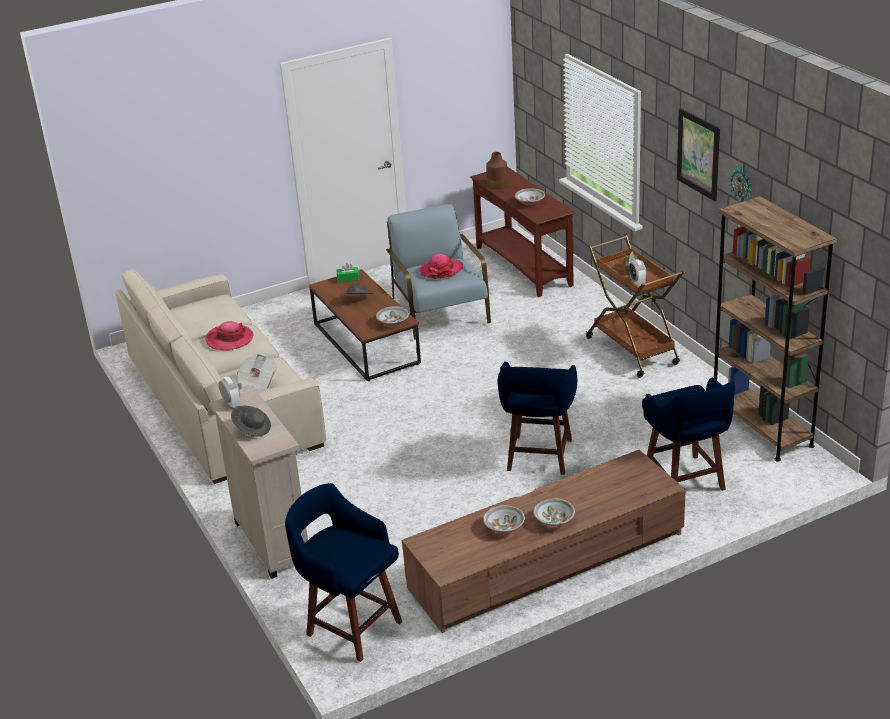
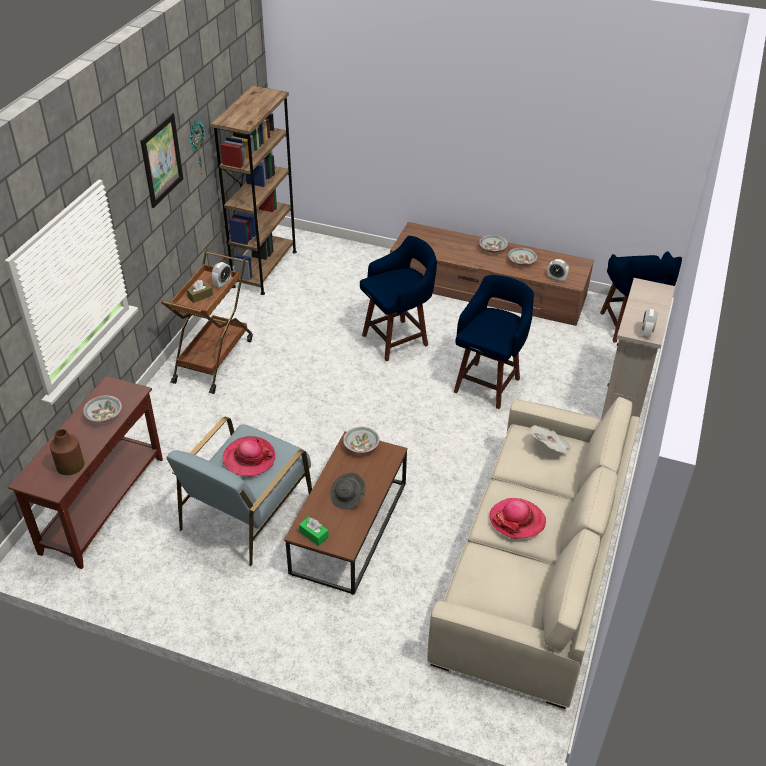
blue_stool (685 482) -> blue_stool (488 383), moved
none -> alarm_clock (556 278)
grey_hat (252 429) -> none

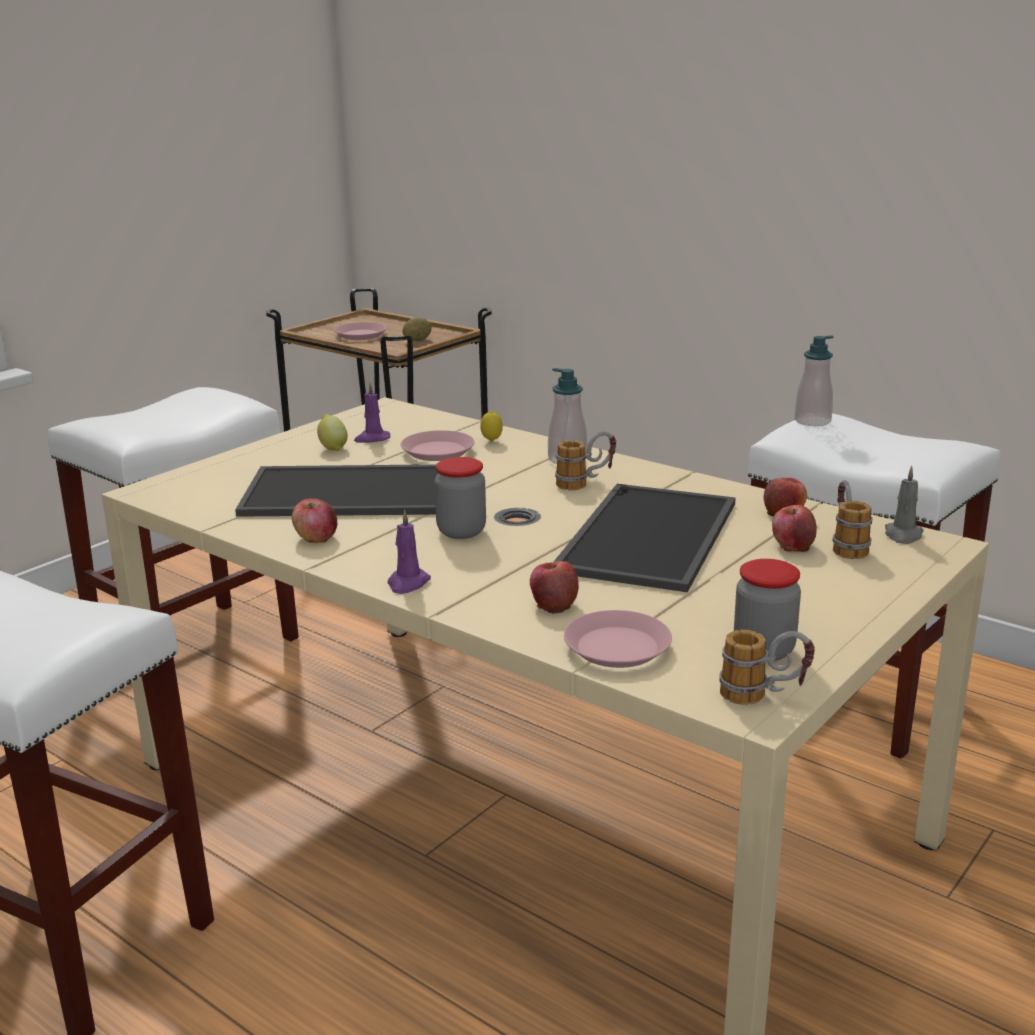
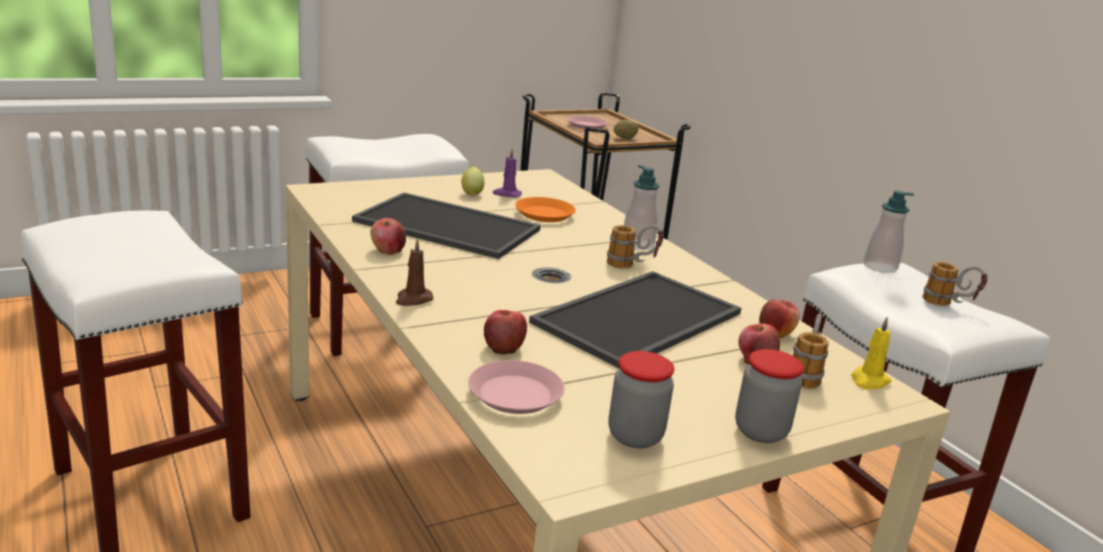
purple_candle (407 583) -> brown_candle (413 299)
pink_plate (438 451) -> orange_plate (545 214)
jar (461 531) -> jar (760 431), moved
grey_candle (903 535) -> yellow_candle (869 381)
mug (763 697) -> mug (948 305), moved
lemon (491 441) -> none

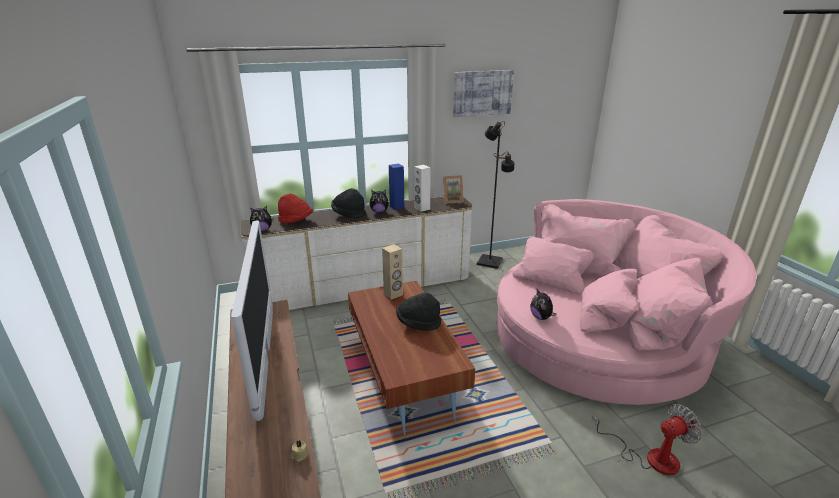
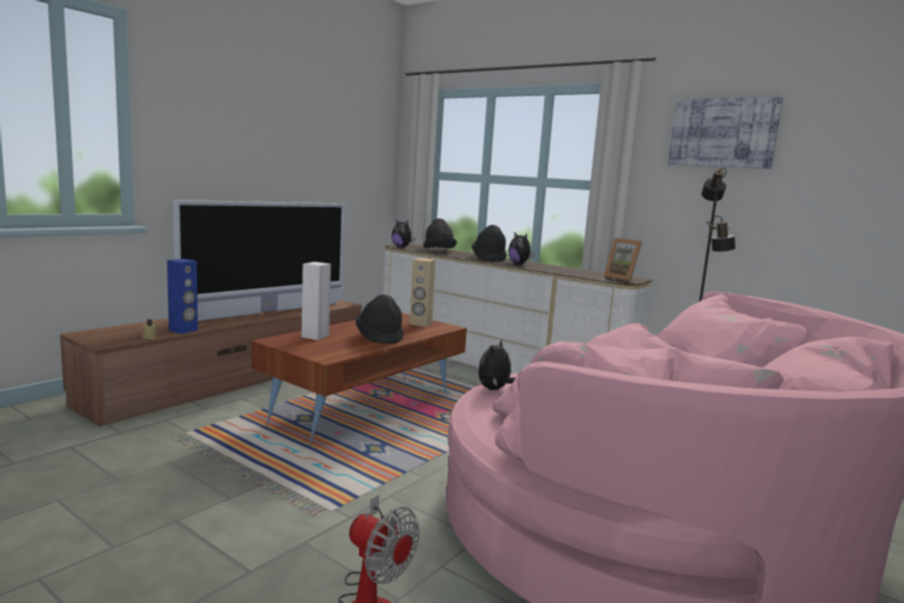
blue_speaker (397 207) -> blue_speaker (183 330), moved
white_speaker (422 208) -> white_speaker (315 336), moved
red_hat (296 221) -> black_hat (438 250)

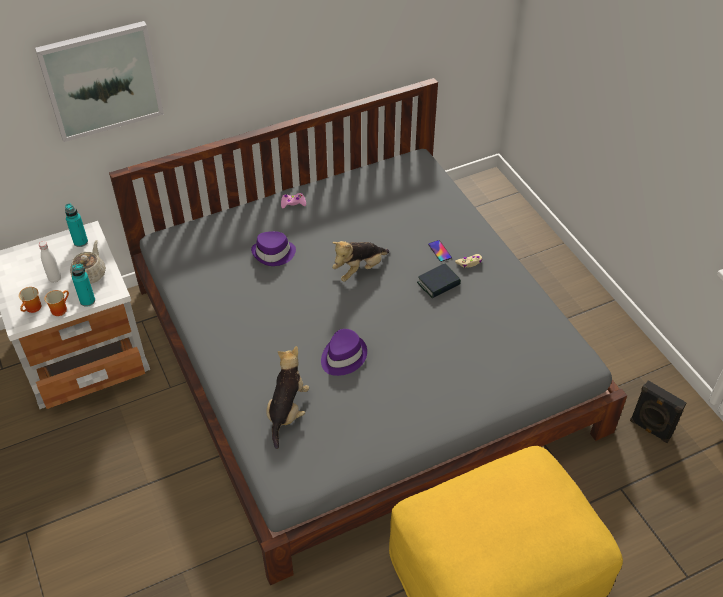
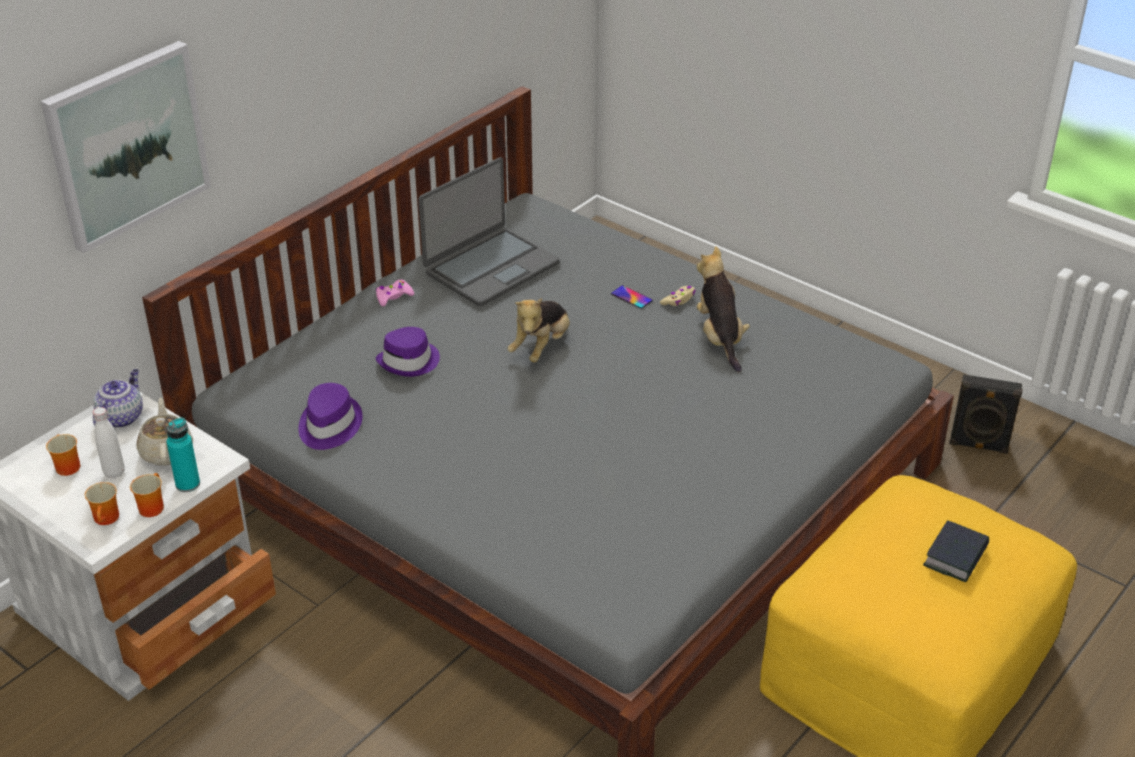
none -> mug (65 466)
turquoise_bottle (80 242) -> teapot (121 417)
purple_hat (342 356) -> purple_hat (328 425), moved
none -> laptop (490 268)
plush_toy (287 411) -> plush_toy (719 338), moved
book (438 284) -> book (956 557), moved

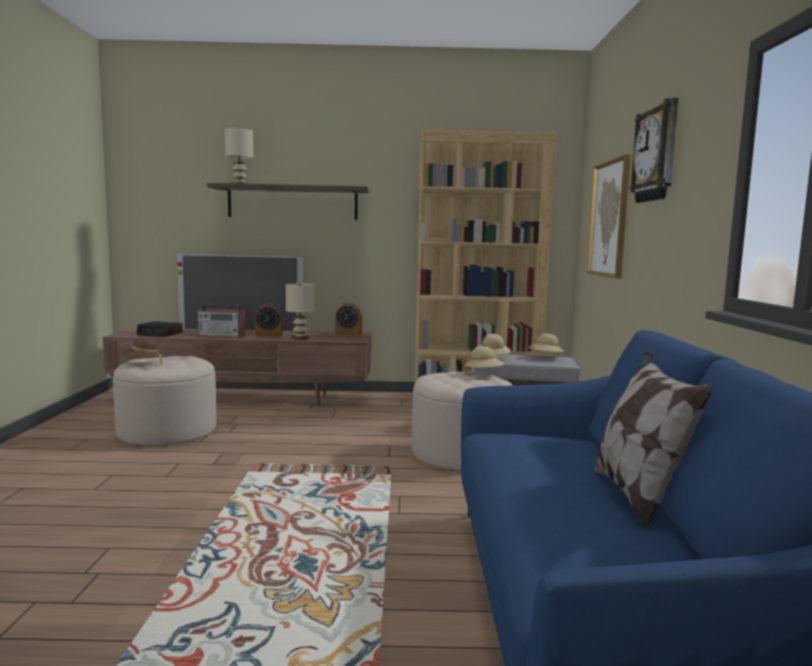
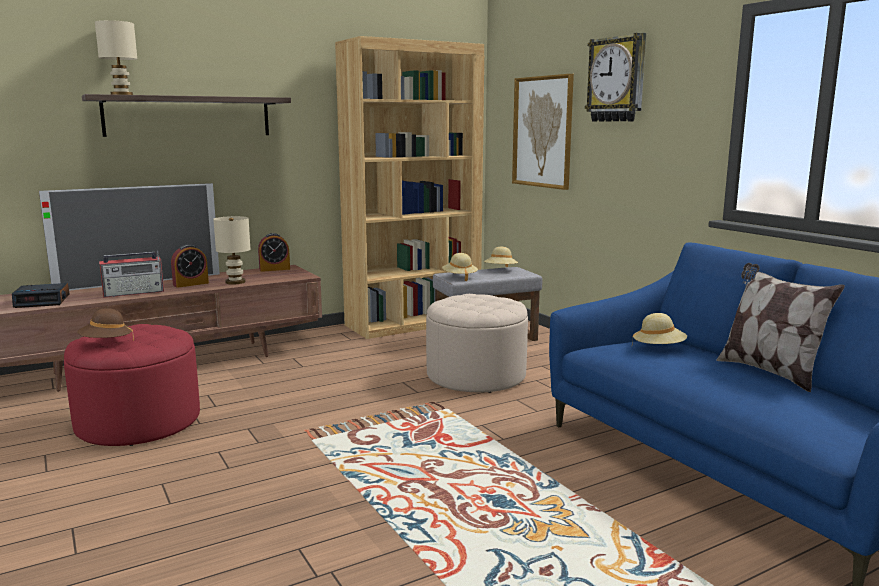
beige_ottoman (167 431) -> red_ottoman (138 422)
beige_hat (484 374) -> beige_hat (658 349), moved

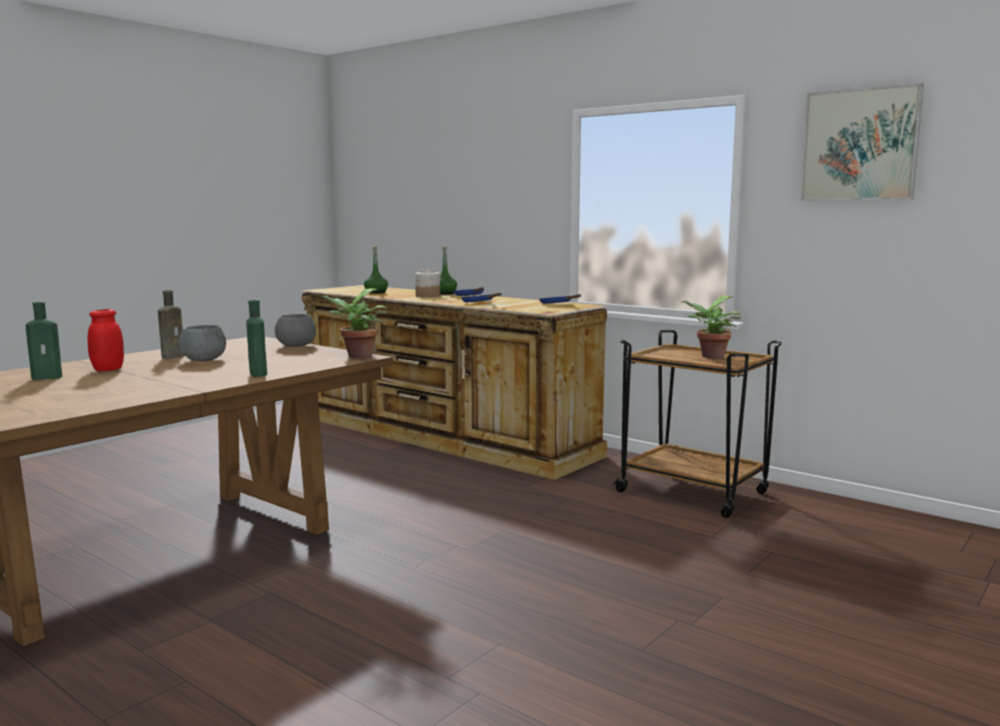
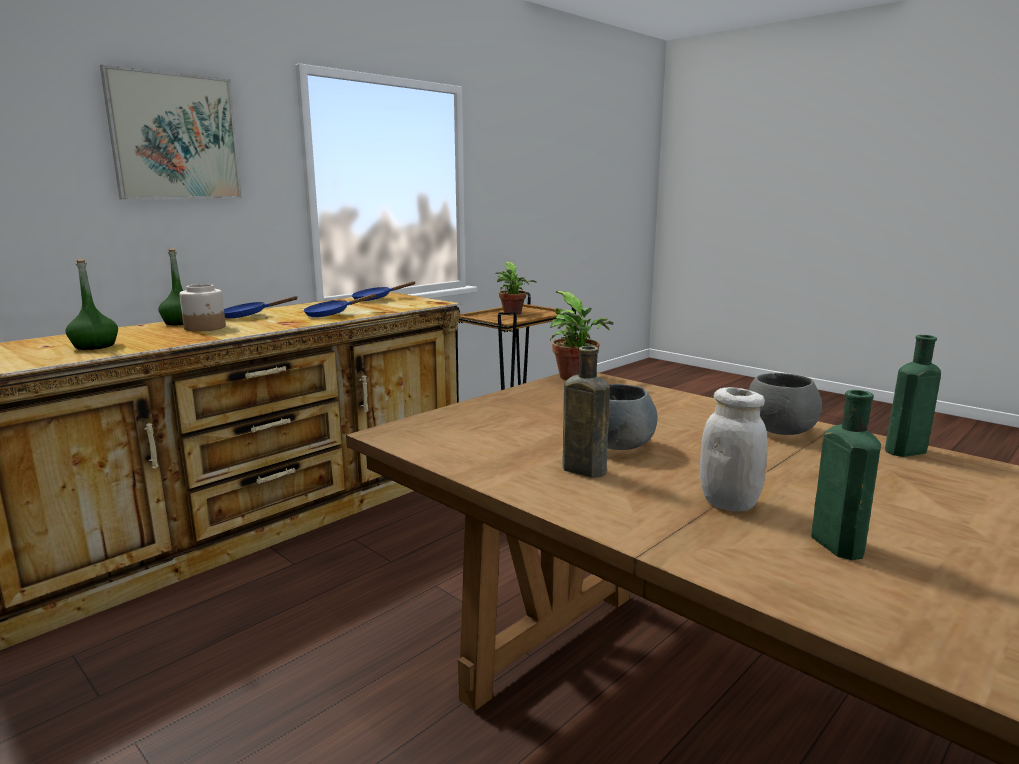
picture (859 144) -> picture (175 137), moved
red_jar (108 369) -> white_jar (729 503)
grey_bowl (296 346) -> grey_bowl (780 431), moved
green_bottle (257 373) -> green_bottle (903 451), moved

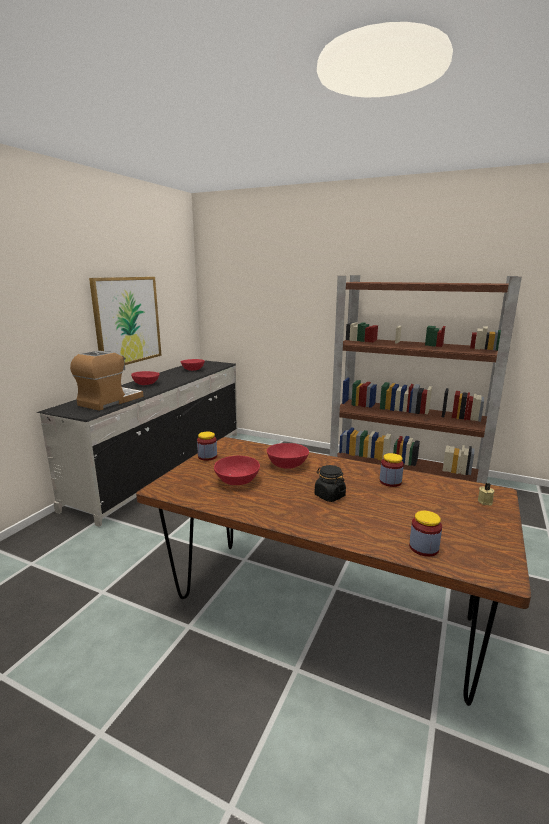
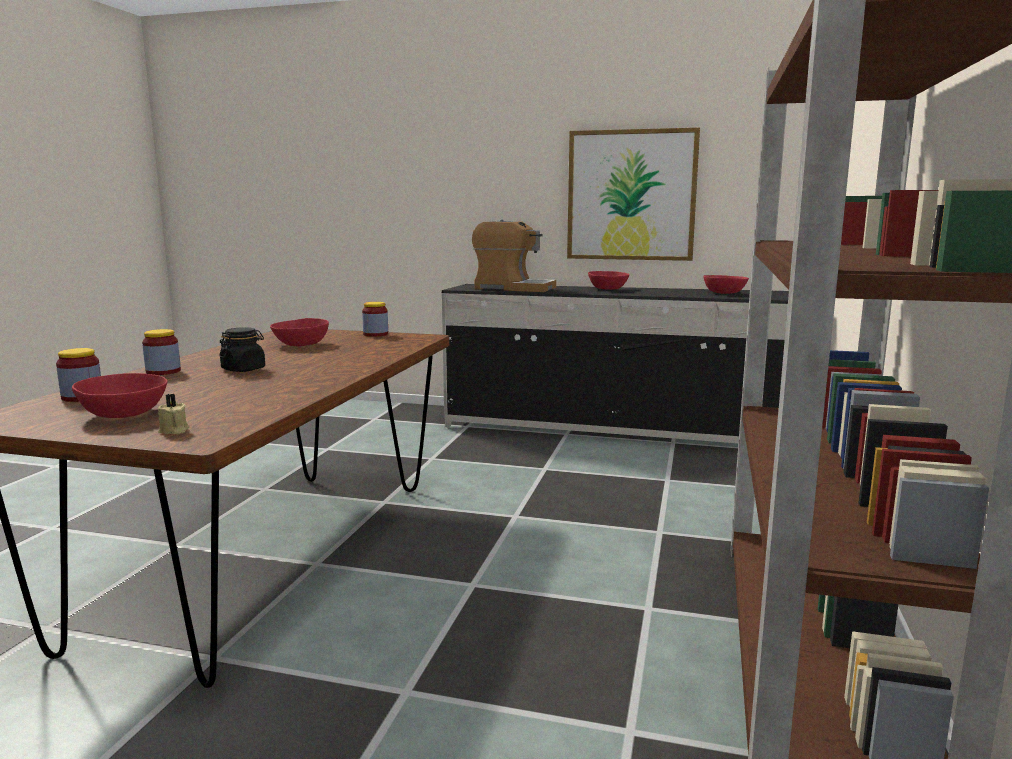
red_bowl (287 464) -> red_bowl (124 414), moved
jar (390 482) -> jar (163 371), moved

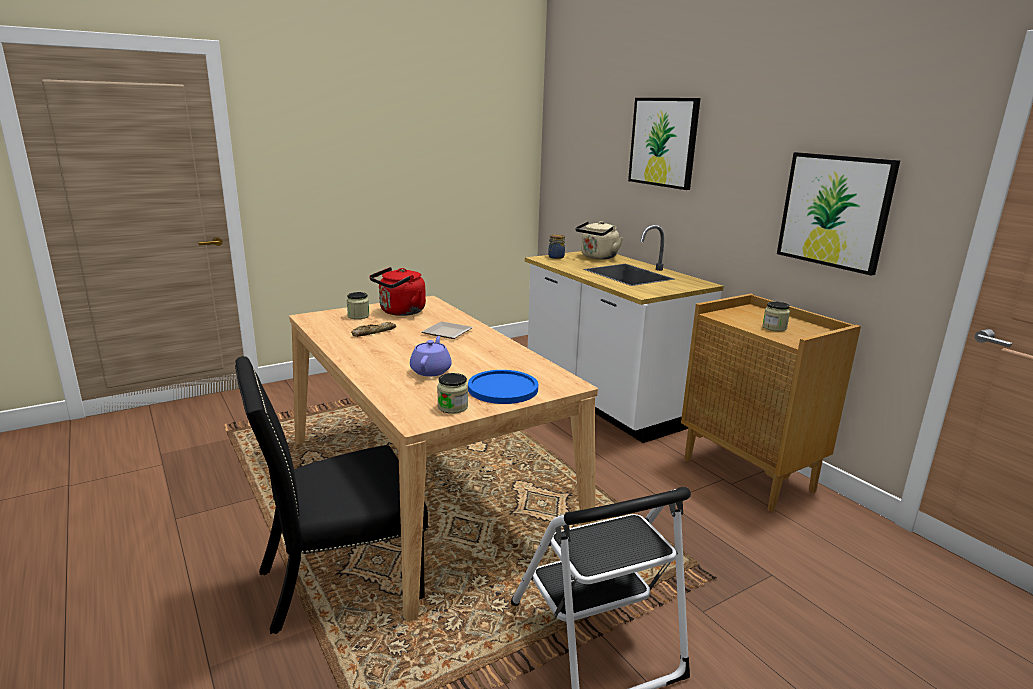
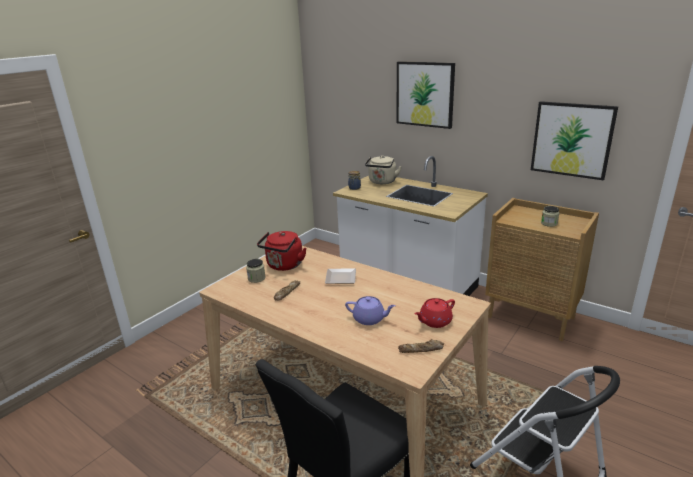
purple_teapot (431 370) -> purple_teapot (369 319), 120 degrees clockwise
jar (452 407) -> bread (421 350)
blue_plate (503 388) -> red_teapot (434 321)

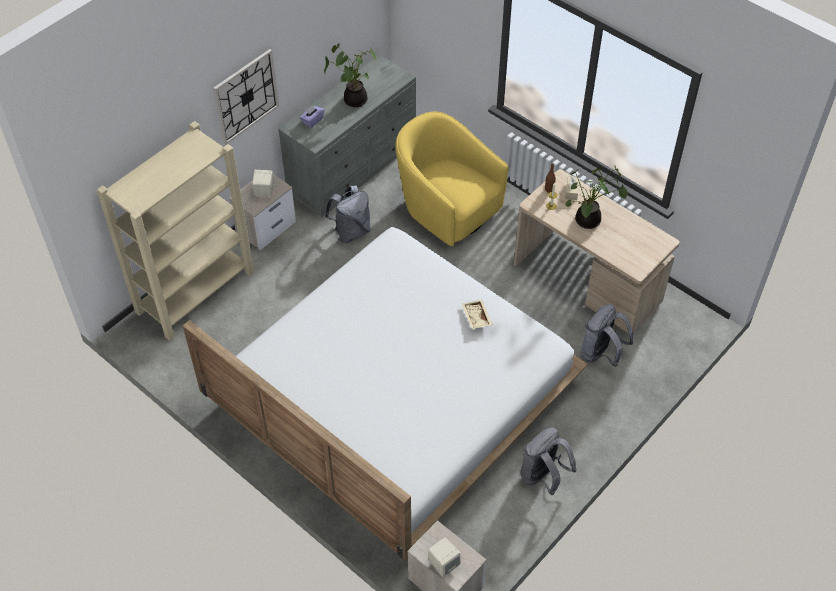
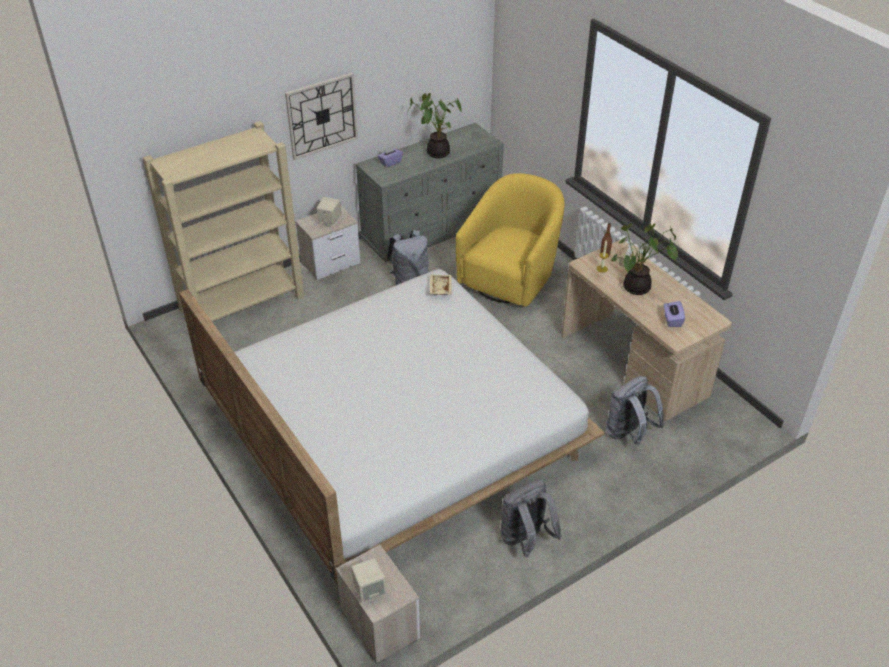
beige_tray (475 317) -> beige_tray (439 288), moved
yellow_armchair (447 209) -> yellow_armchair (510 277), 60 degrees clockwise
none -> purple_tissue_box (672 320)

